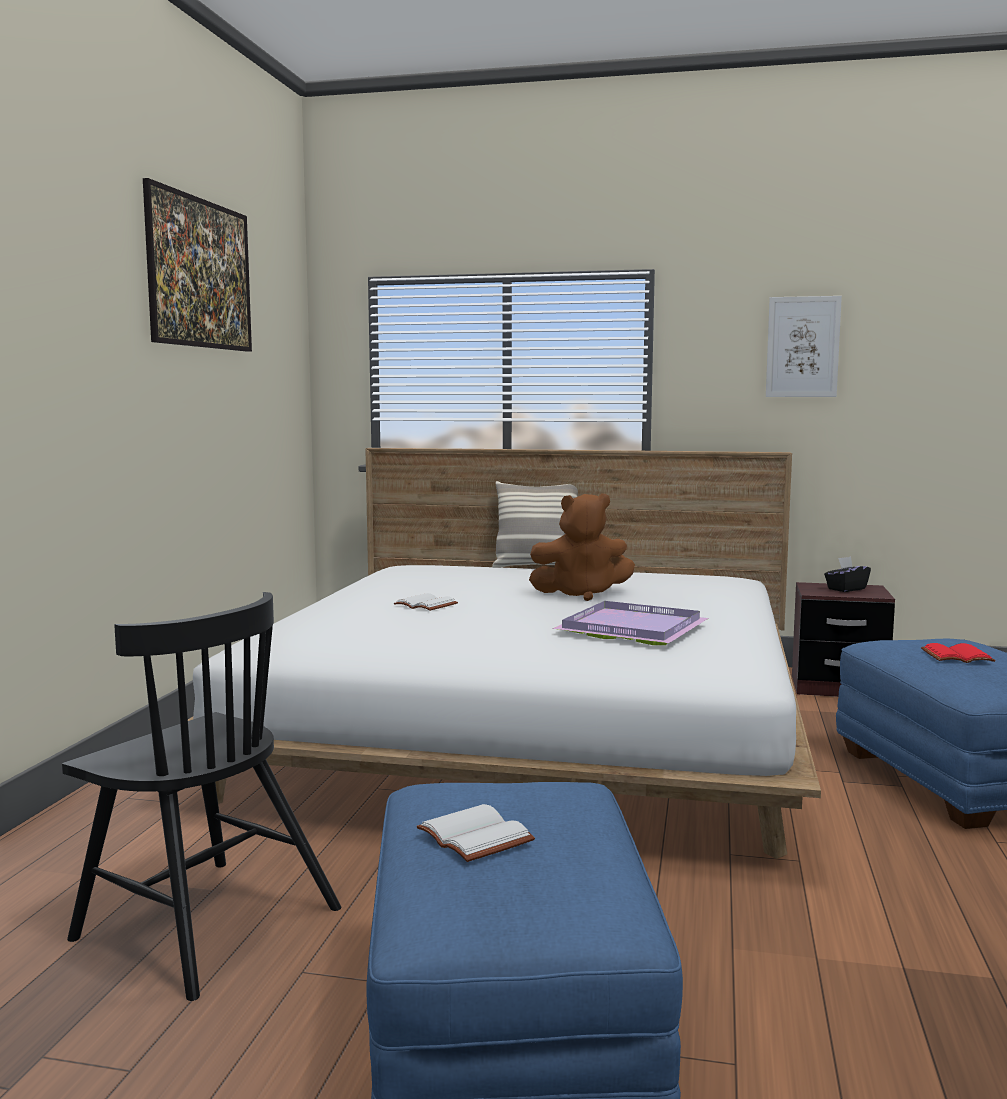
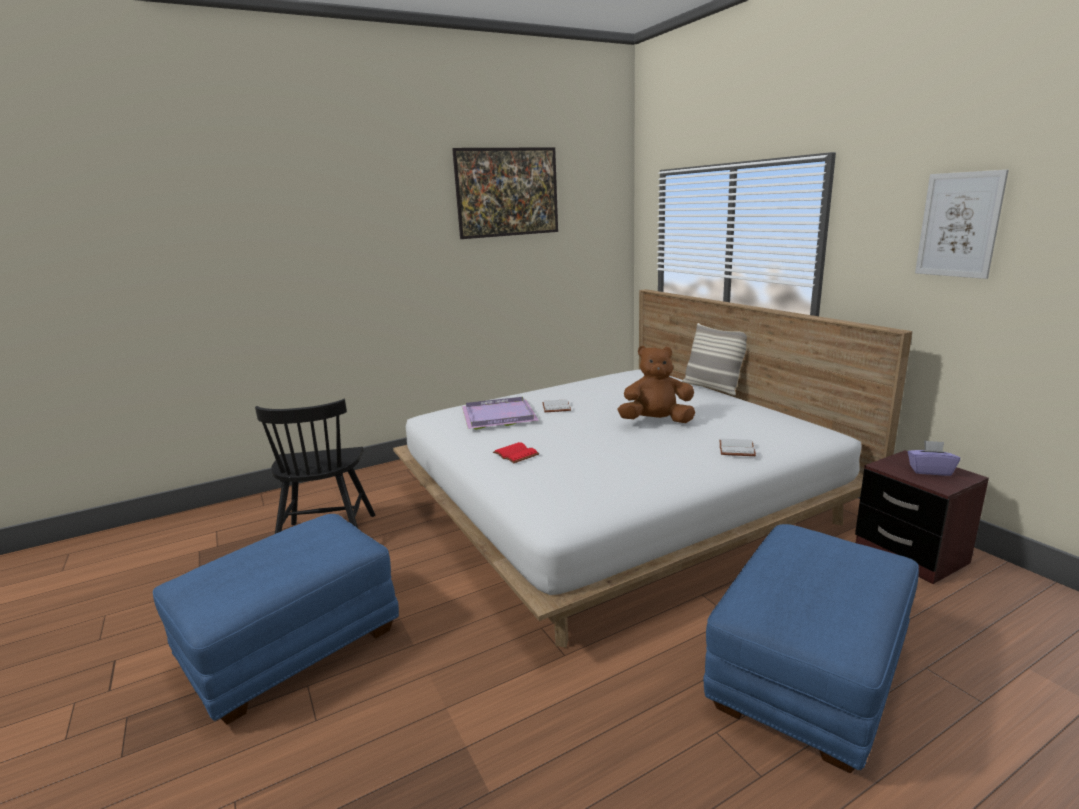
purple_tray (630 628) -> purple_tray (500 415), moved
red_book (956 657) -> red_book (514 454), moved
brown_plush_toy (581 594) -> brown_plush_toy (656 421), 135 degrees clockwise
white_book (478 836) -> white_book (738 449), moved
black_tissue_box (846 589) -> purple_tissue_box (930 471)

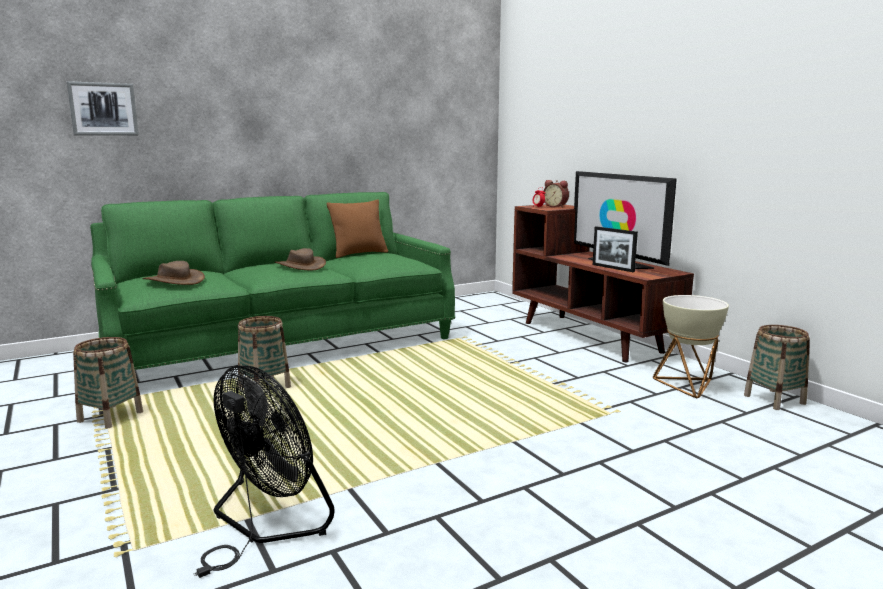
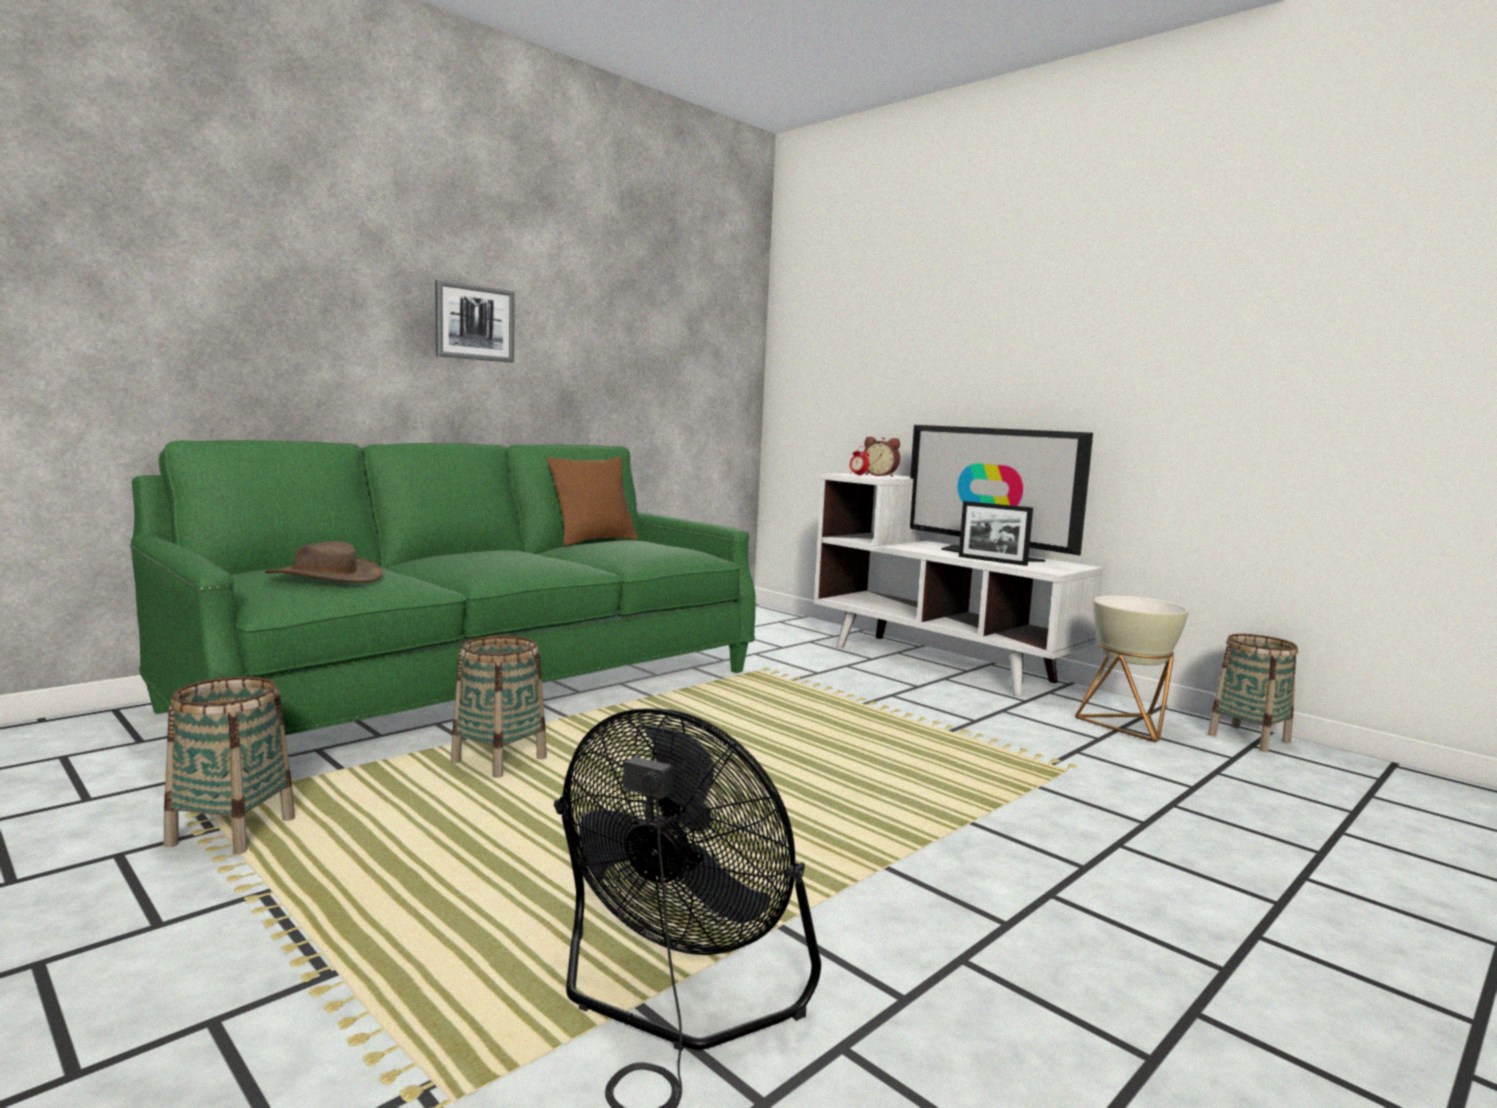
picture (103 109) -> picture (474 323), moved
brown_tv_stand (591 337) -> white_tv_stand (943 663)
brown_hat (300 266) -> none

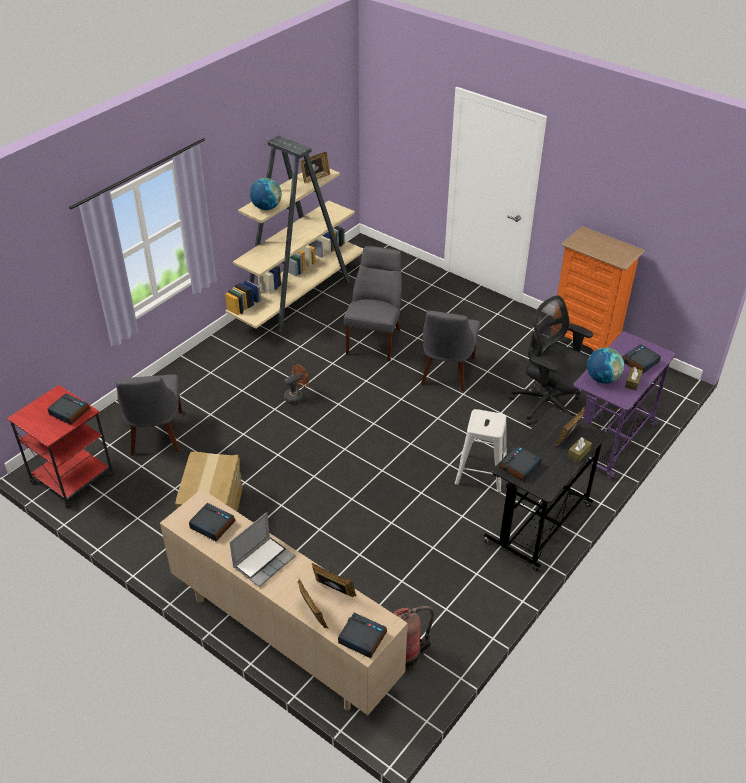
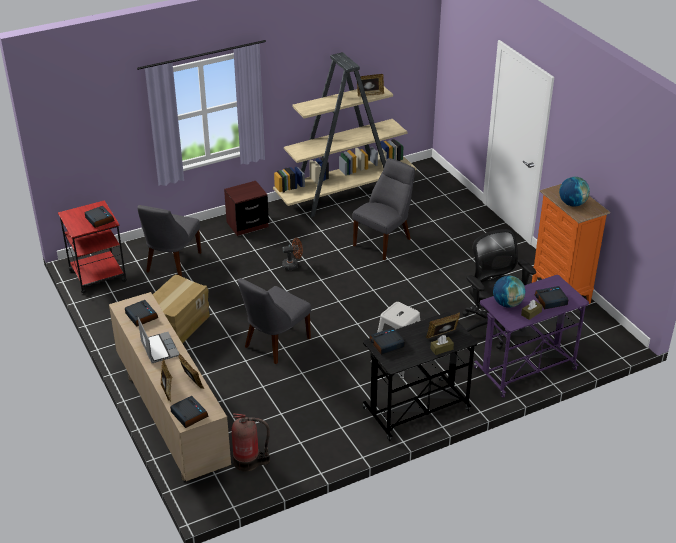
laptop (264 561) -> laptop (159 348), 90 degrees counterclockwise
none -> brown_nightstand (247 225)
grey_chair (446 372) -> grey_chair (275 343), moved
globe (266 207) -> globe (572 203), moved

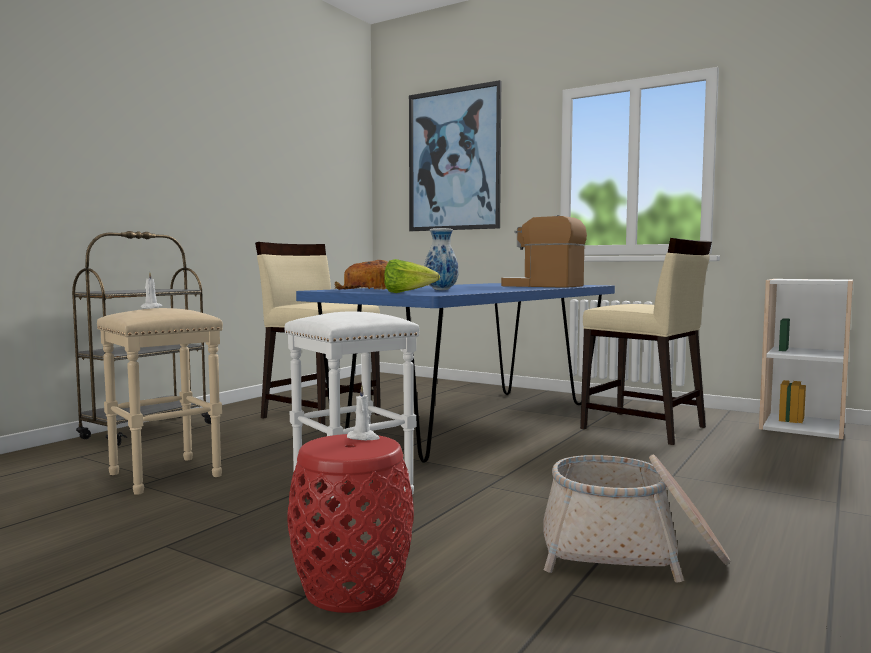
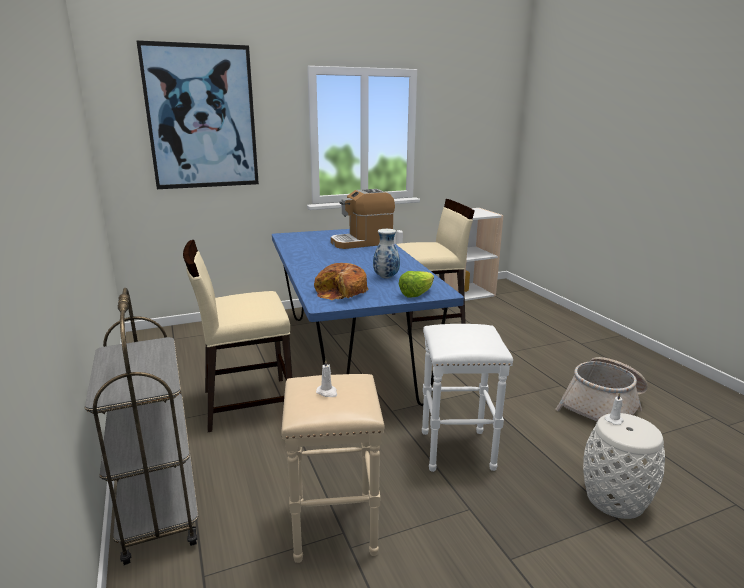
red_stool (351 589) -> white_stool (614 499)

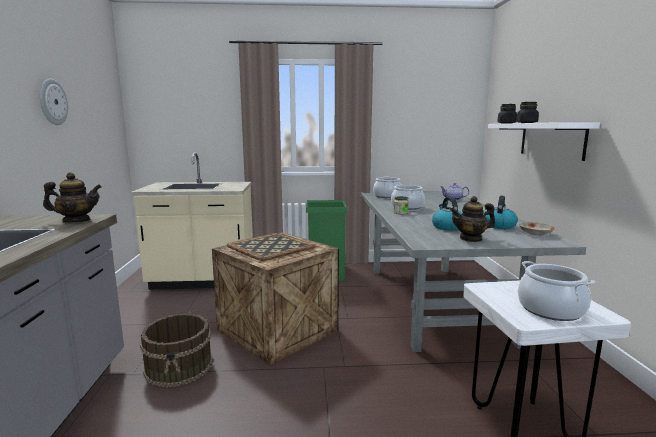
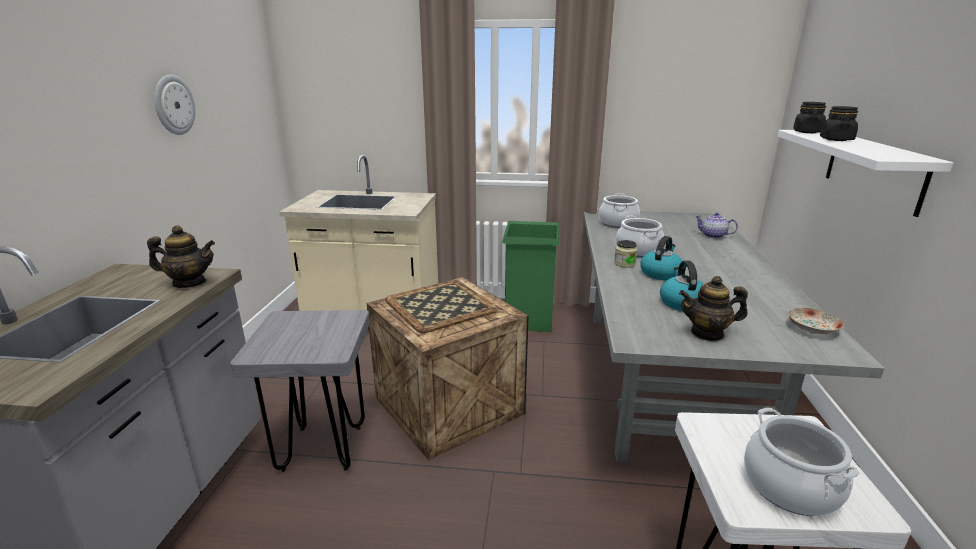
brown_bucket (180 366) -> grey_stool (323 448)
kettle (499 225) -> kettle (660 273), moved

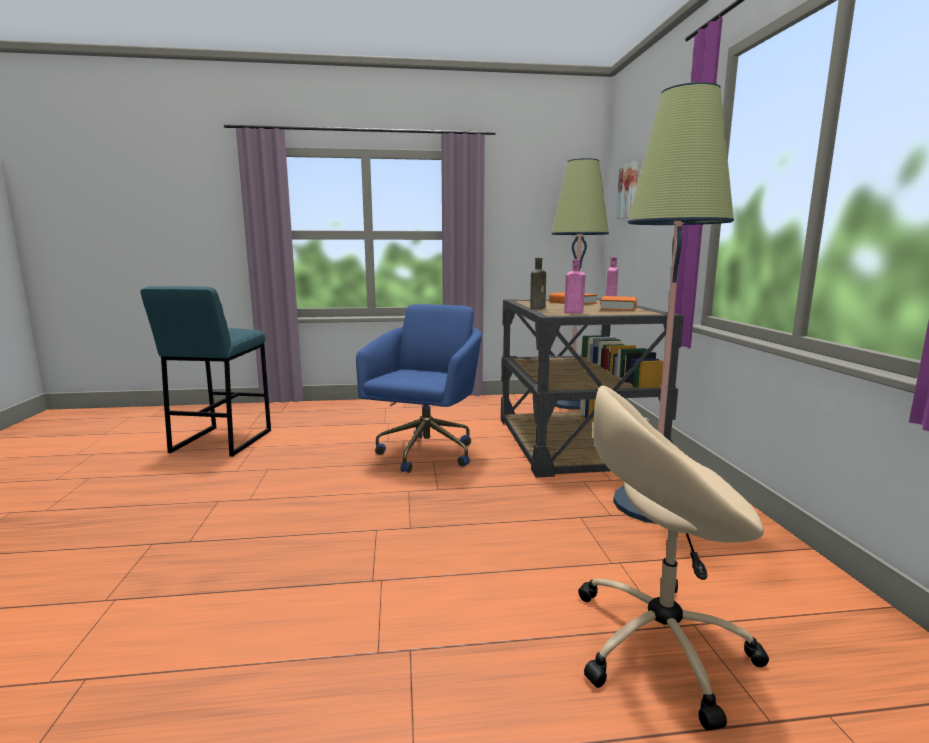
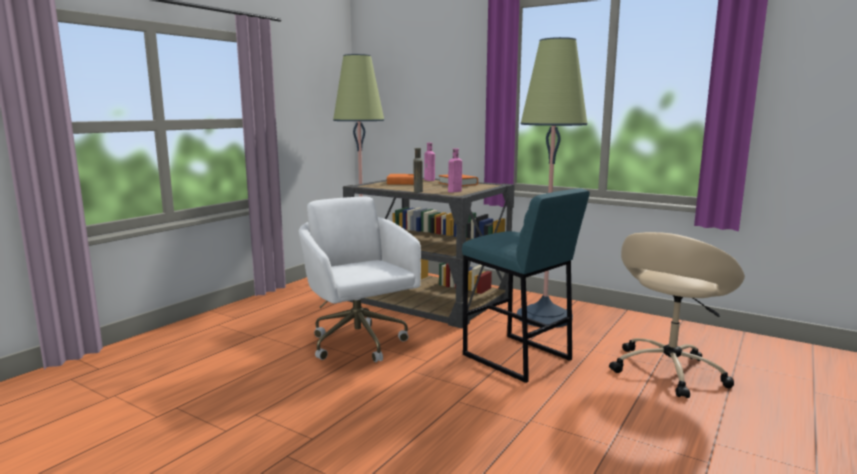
blue_office_chair (425 455) -> white_office_chair (360 345)
turquoise_stool (221 442) -> turquoise_stool (519 358), moved
picture (629 191) -> none

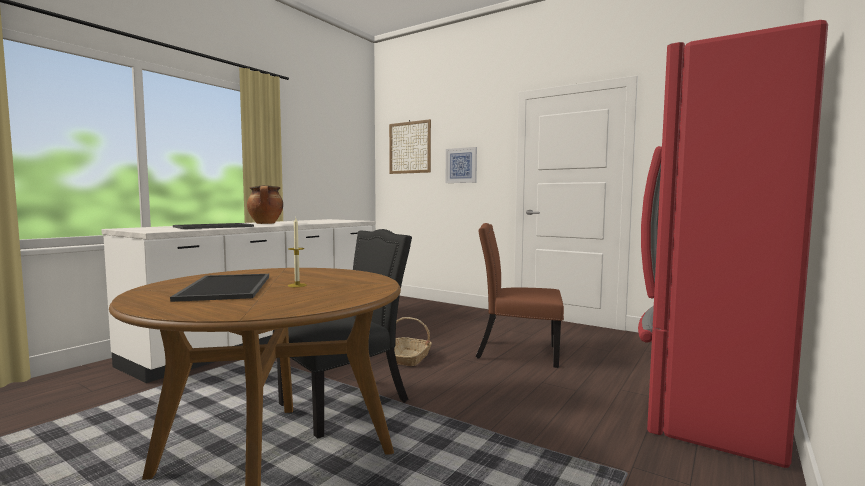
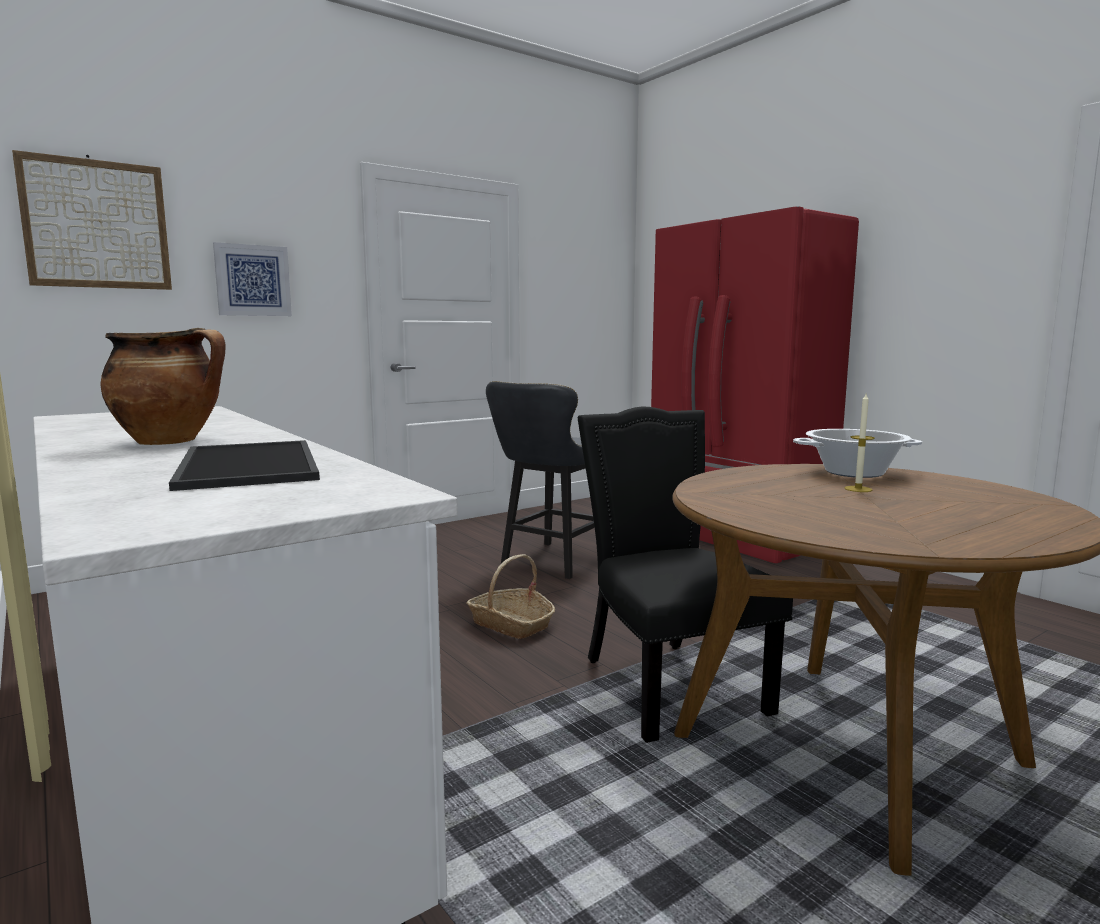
brown_chair (519 353) -> grey_stool (549 563)
none -> cooking_pot (854 473)
tray (224 287) -> none

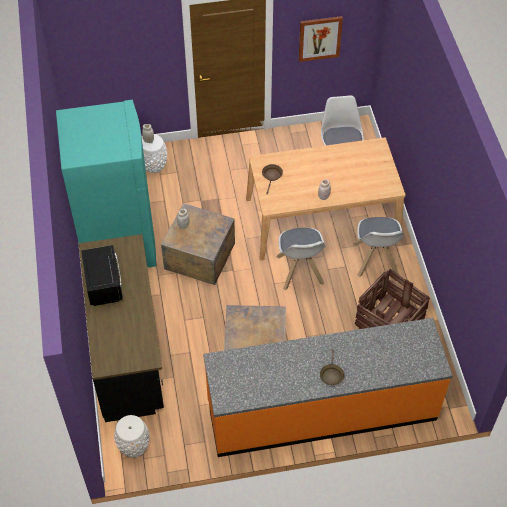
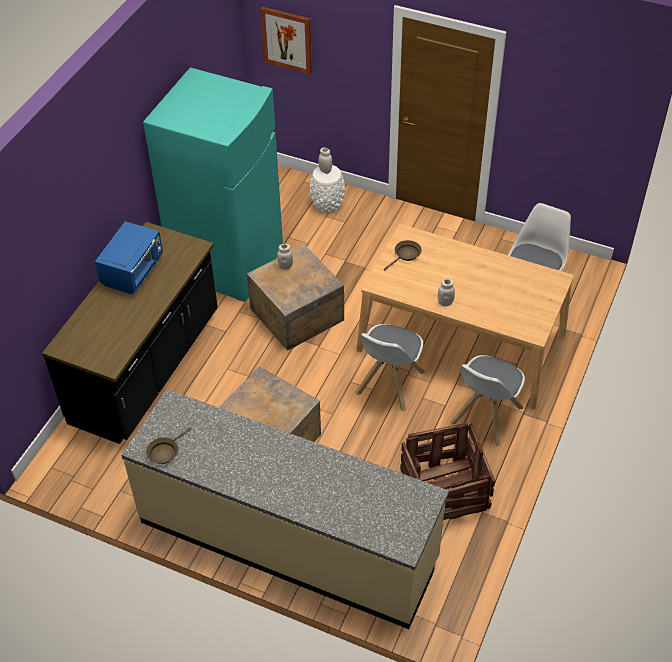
black_microwave (104 284) -> blue_microwave (134 271)
orange_counter (321 410) -> beige_counter (288 540)
brown_frying_pan (331 374) -> brown_frying_pan (165 452), moved
picture (319 38) -> picture (287 40), moved
white_stool (133 445) -> none

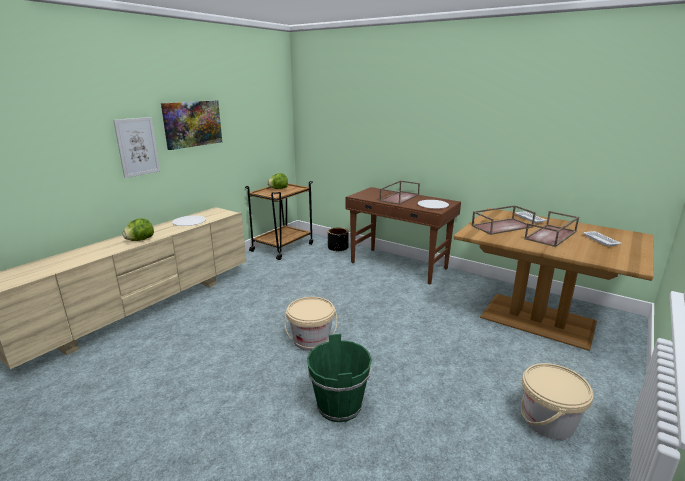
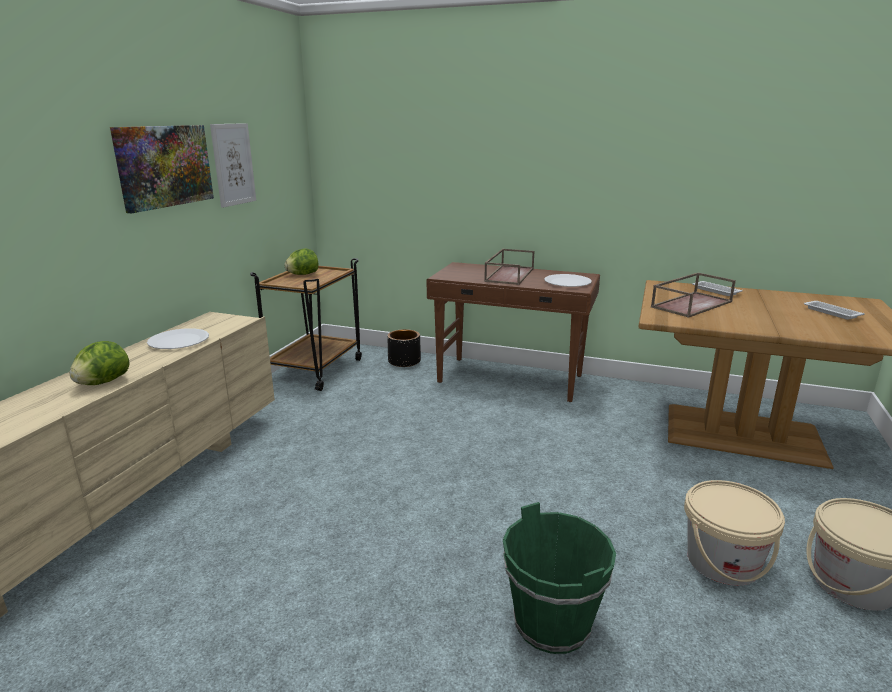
picture (137 147) -> picture (233 164), moved
beige_bucket (311 340) -> beige_bucket (722 562), moved
brown_tray (551 235) -> none

